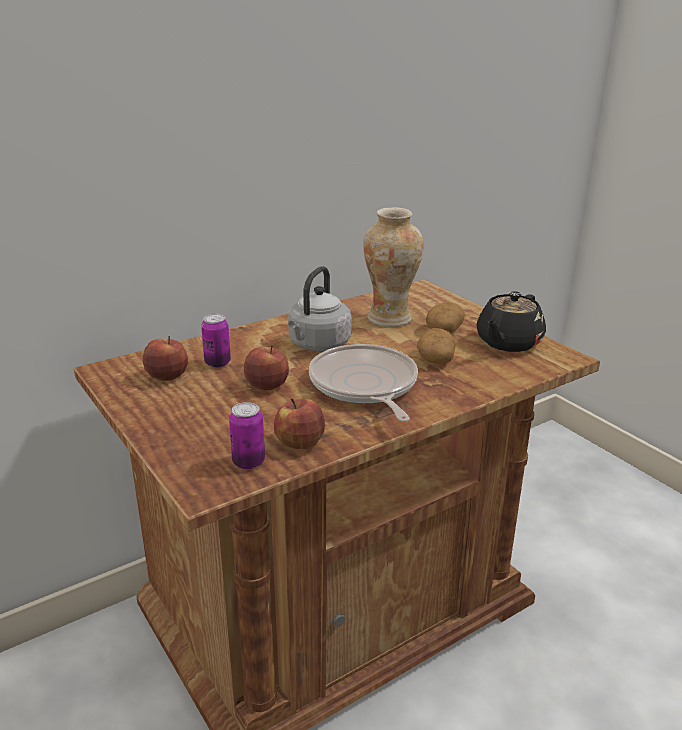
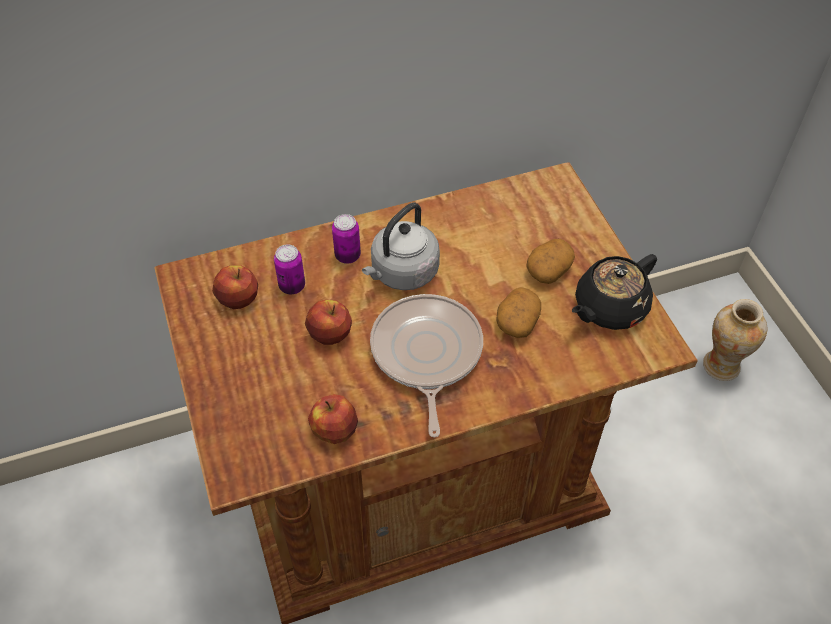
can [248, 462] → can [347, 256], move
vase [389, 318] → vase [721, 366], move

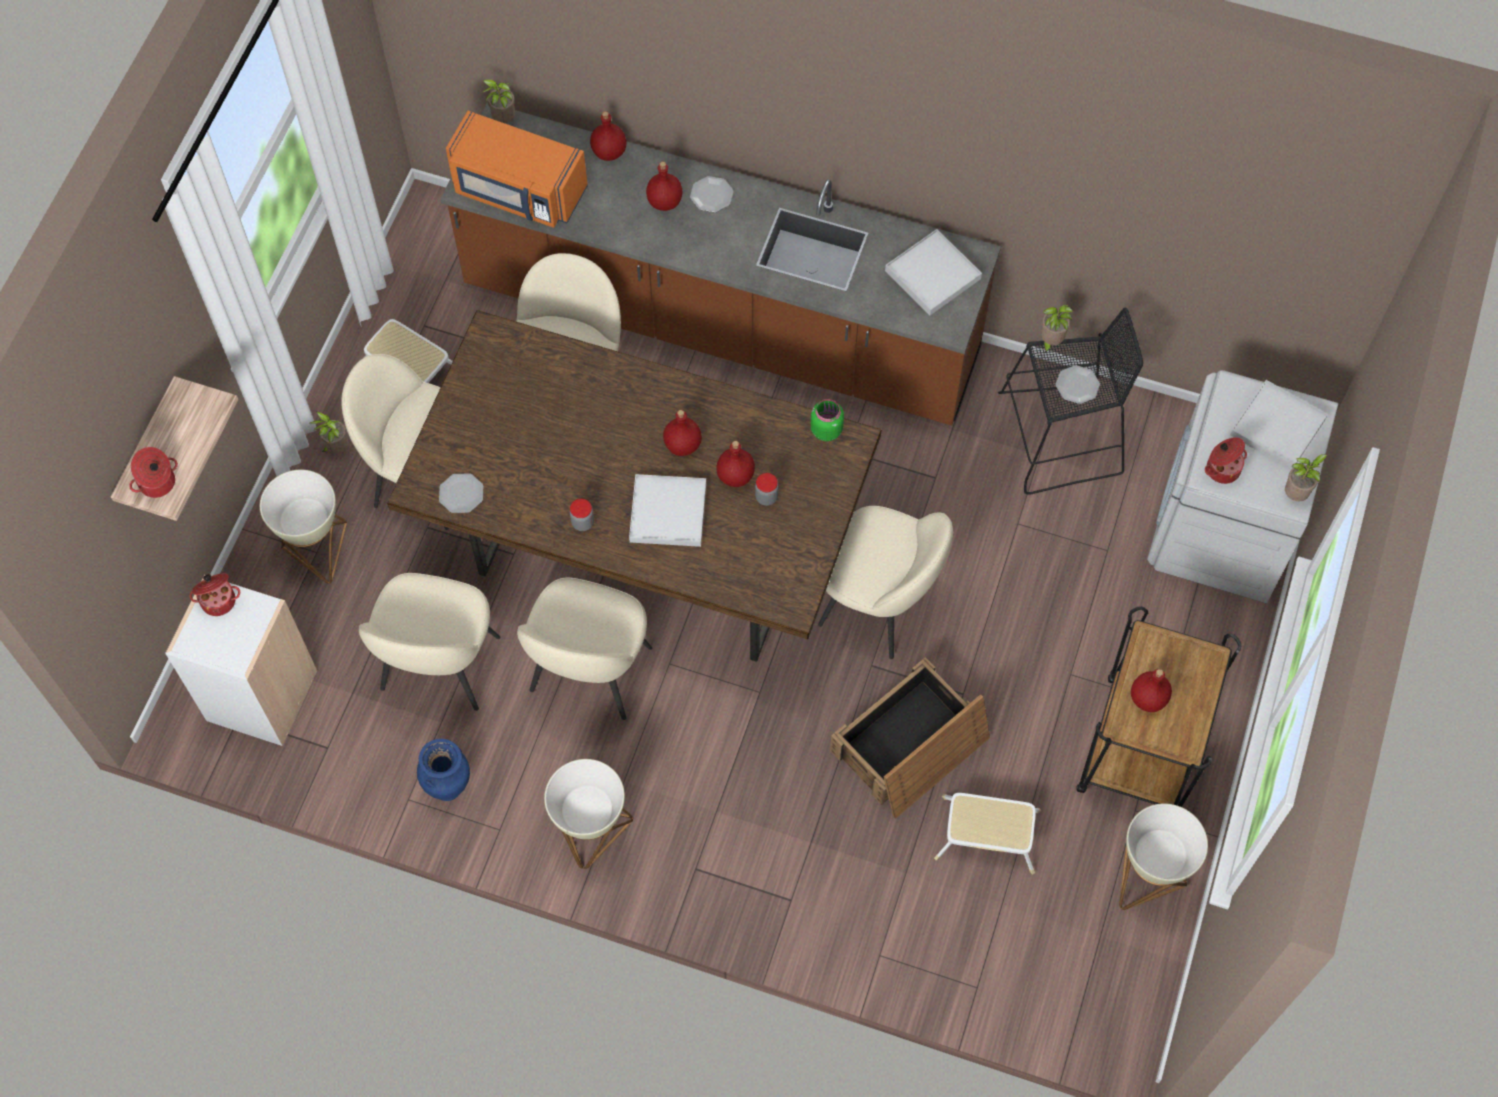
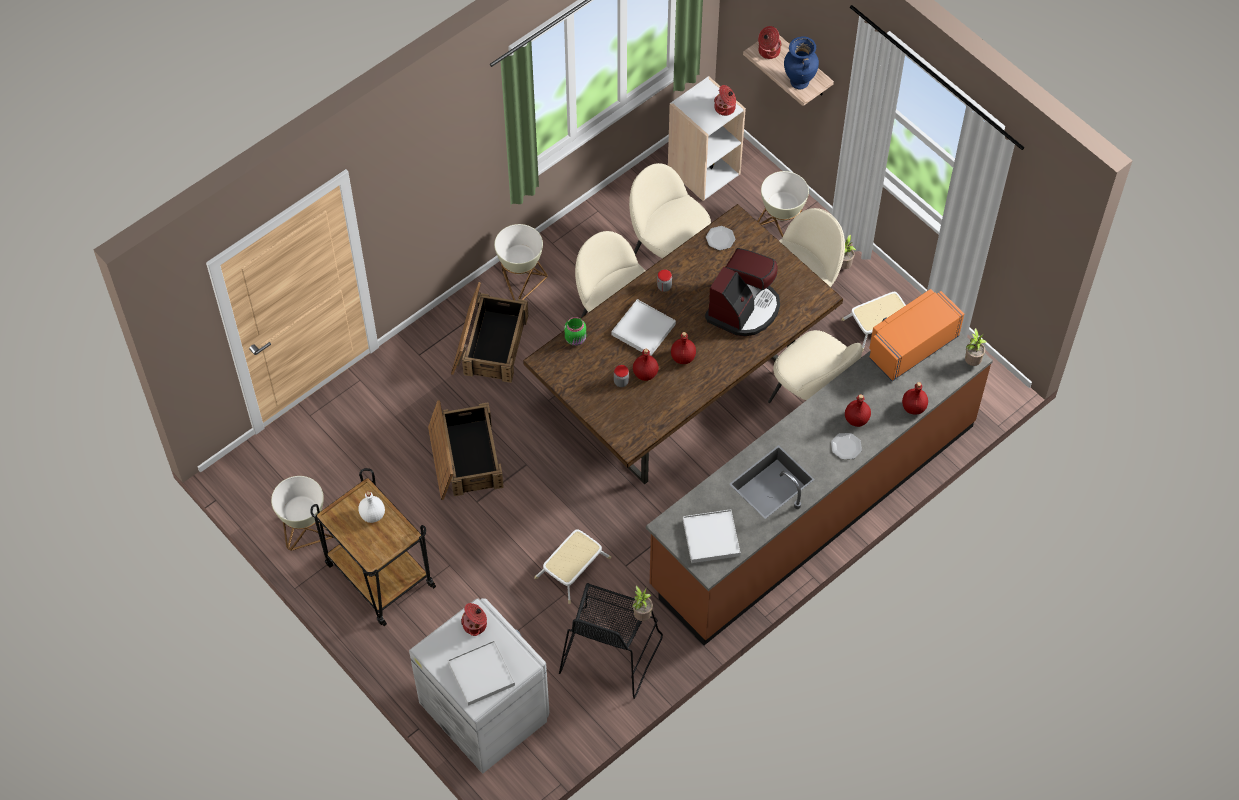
beige_chair [880, 603] → -
plate [1077, 386] → -
potted_plant [1296, 494] → -
- → crate [489, 343]
- → coffee_machine [743, 309]
blue_vase [449, 788] → blue_vase [798, 83], move
green_jar [826, 429] → green_jar [576, 339], move
beige_step_ladder [987, 835] → beige_step_ladder [572, 567], move
red_bottle [1147, 699] → white_bottle [372, 514]

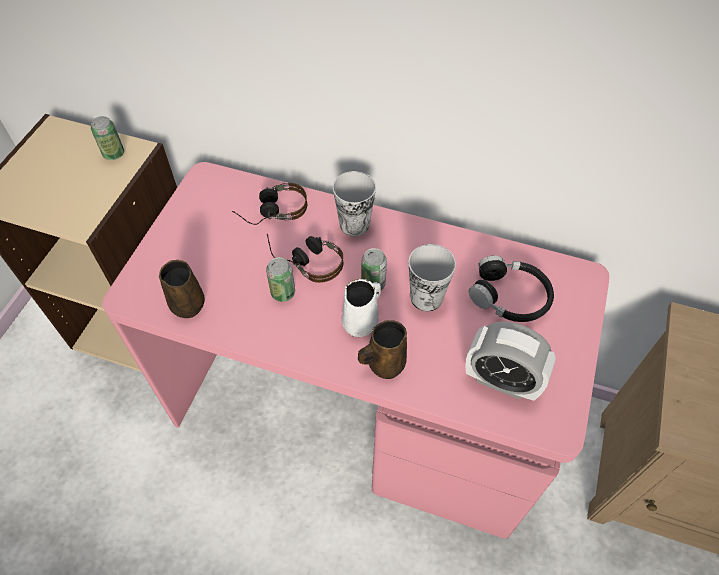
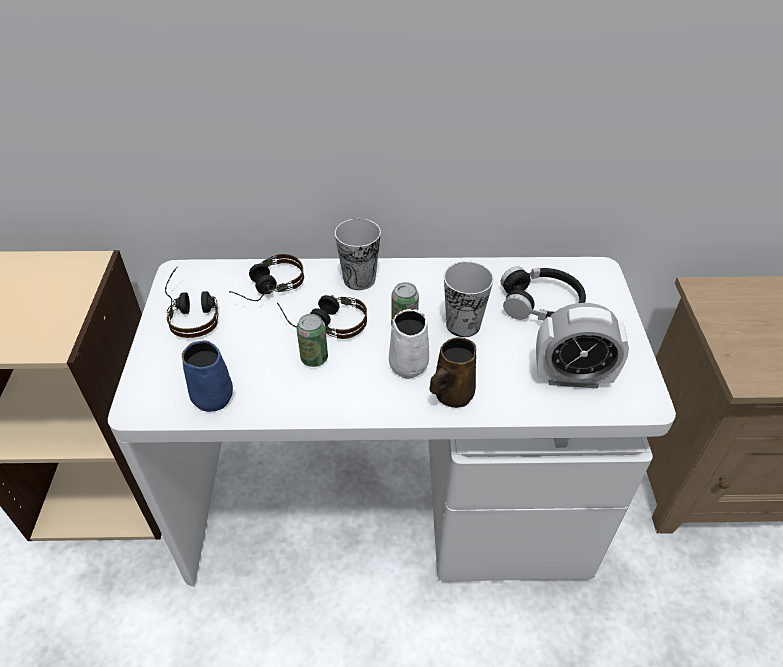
can [114, 154] → -
- → headphones [193, 311]
pink_desk [360, 407] → white_desk [391, 499]
brown_mug [188, 303] → blue_mug [212, 395]

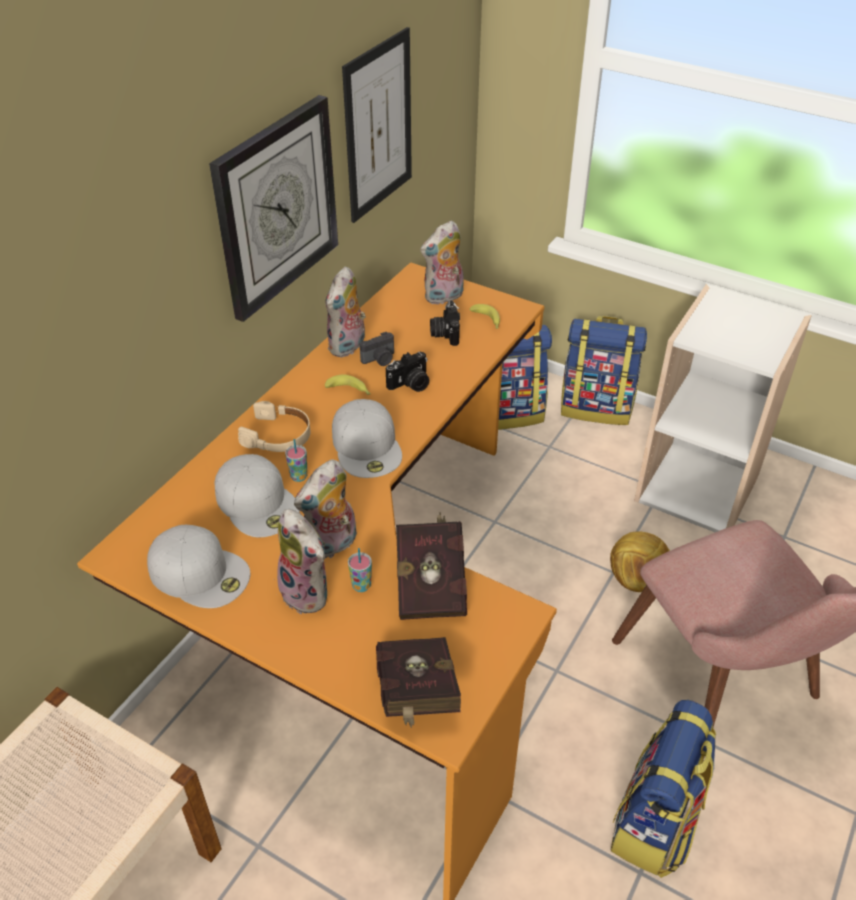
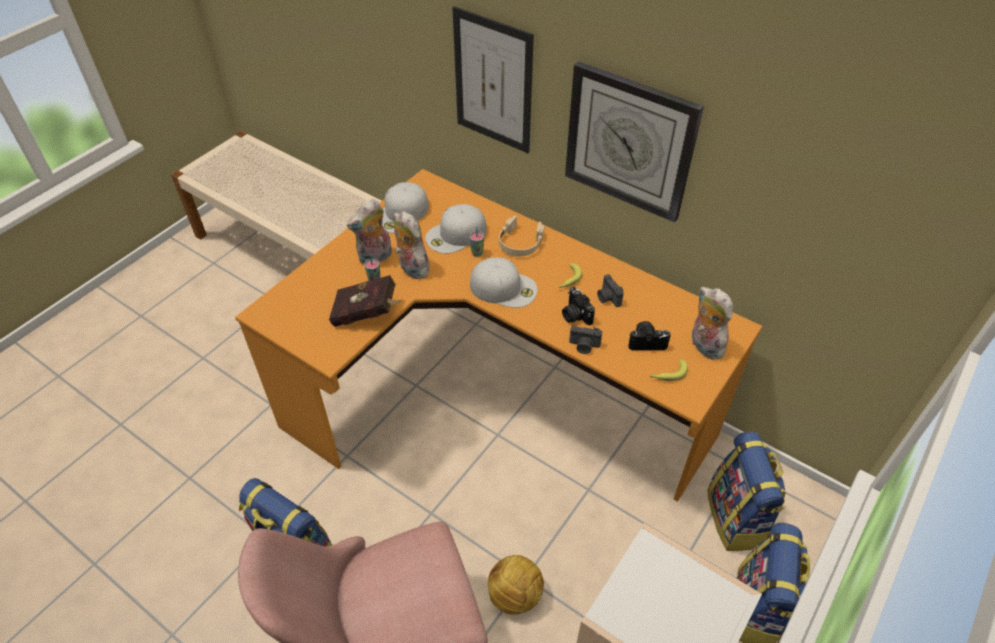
plush_toy [348, 347] → -
red_book [416, 697] → -
- → photo_camera [584, 346]
picture [378, 126] → picture [493, 82], move
white_cap [367, 446] → white_cap [504, 287], 150 degrees counterclockwise

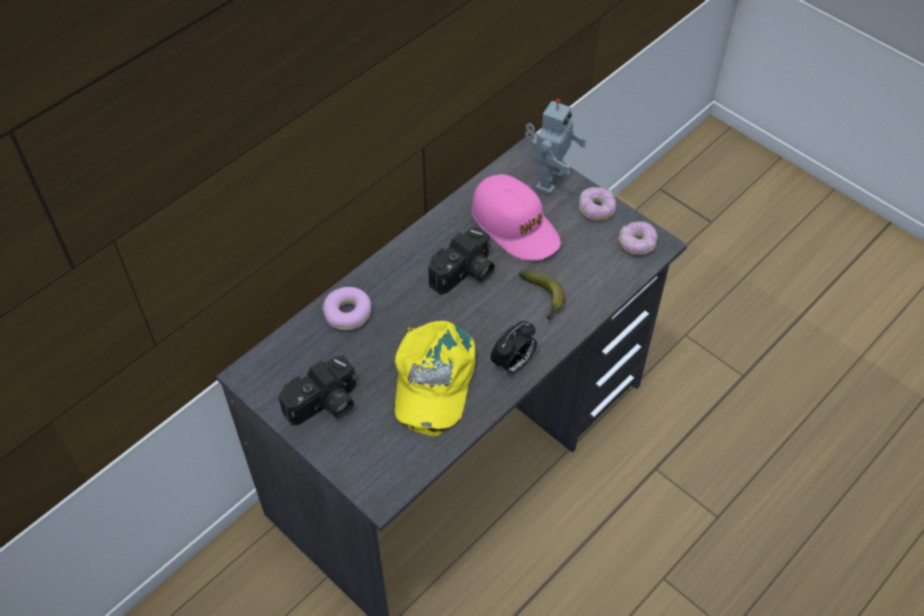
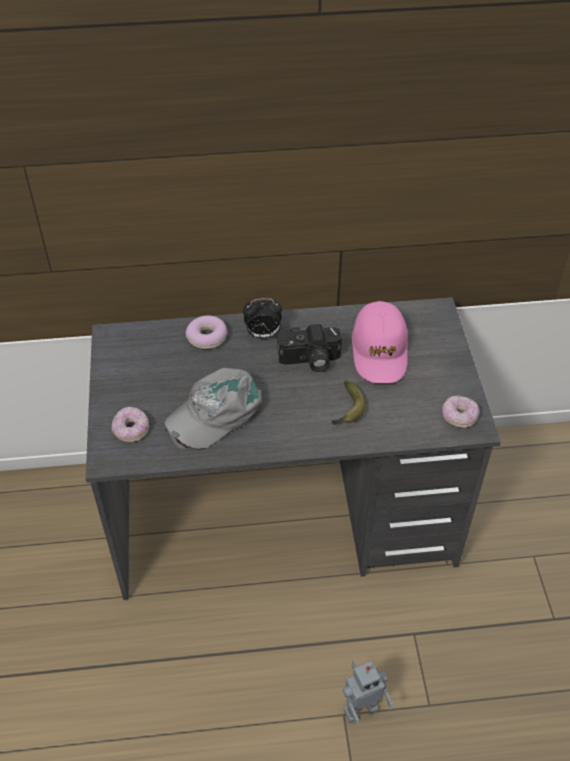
photo_camera [324, 405] → -
alarm_clock [513, 364] → alarm_clock [263, 335], move
toy_robot [548, 181] → toy_robot [360, 708], move
donut [596, 210] → donut [131, 430], move
yellow_cap [432, 380] → grey_cap [215, 412]

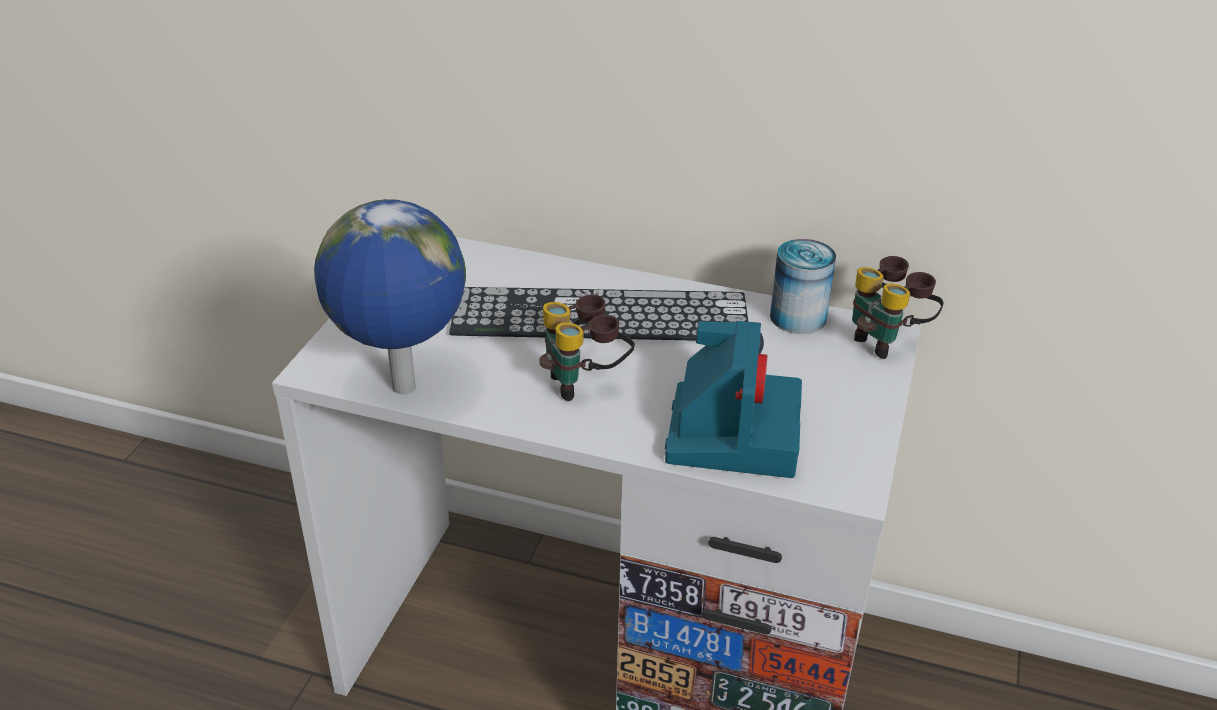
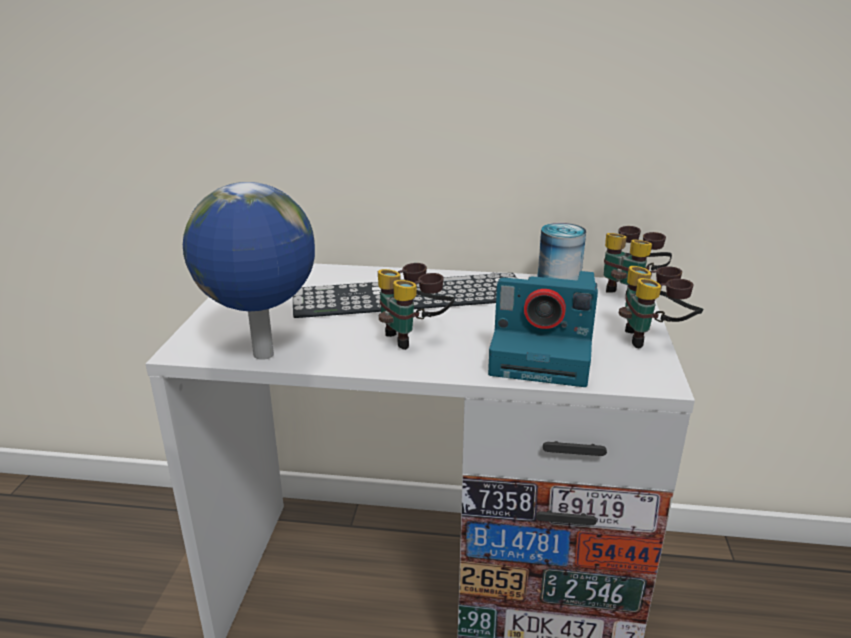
- → binoculars [654, 339]
photo_camera [732, 431] → photo_camera [544, 355], 105 degrees clockwise

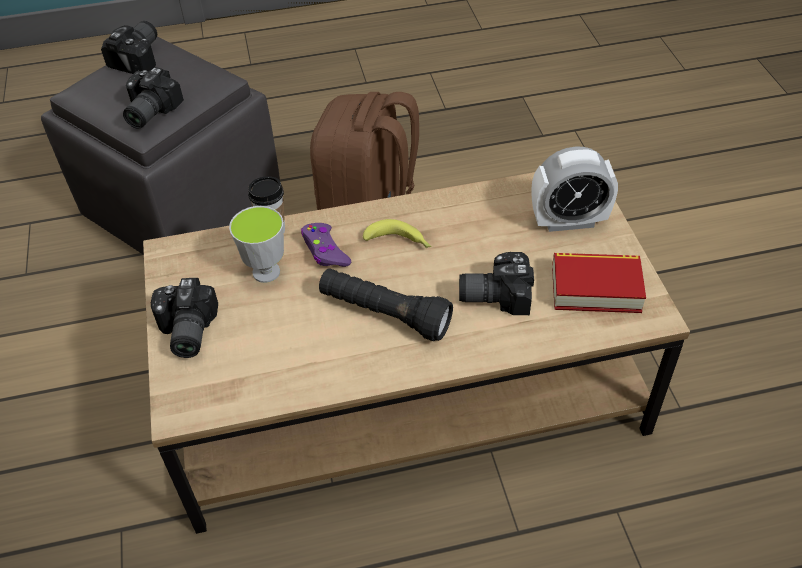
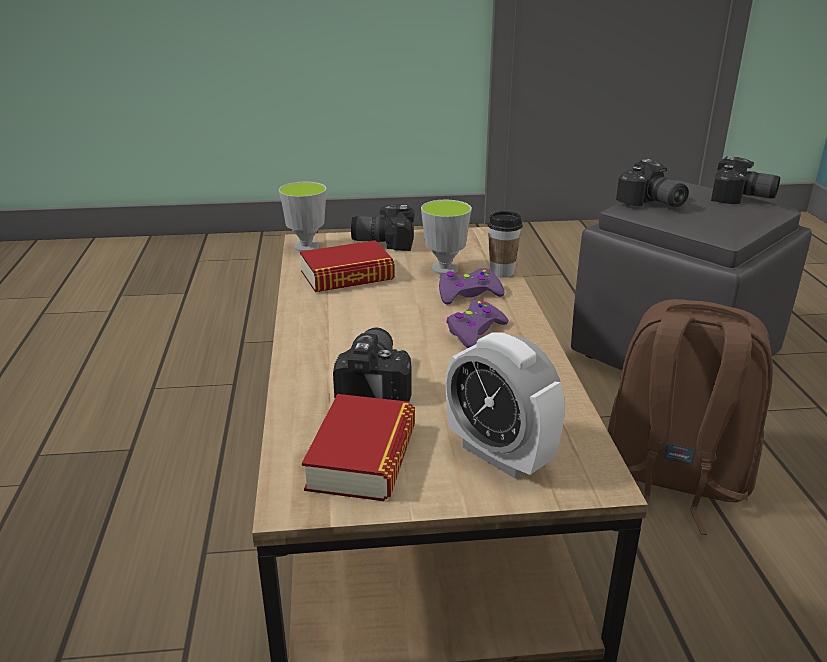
black_flashlight [384, 314] → -
- → cup [306, 247]
- → book [347, 276]
banana [399, 242] → purple_game_controller [475, 331]
photo_camera [148, 112] → photo_camera [651, 203], 150 degrees counterclockwise
alarm_clock [568, 221] → alarm_clock [499, 455], 45 degrees counterclockwise

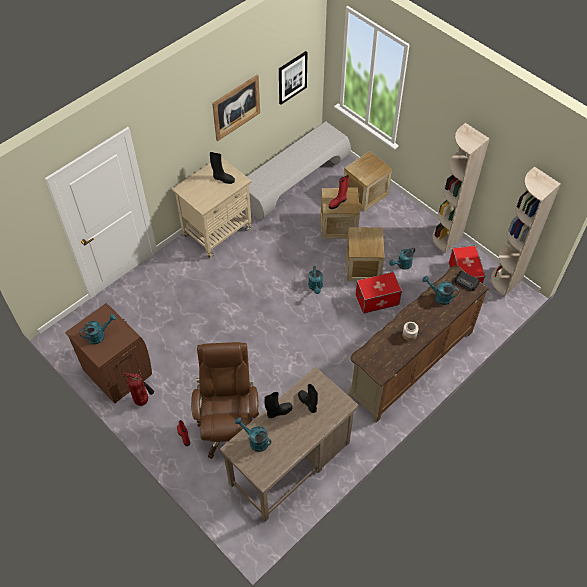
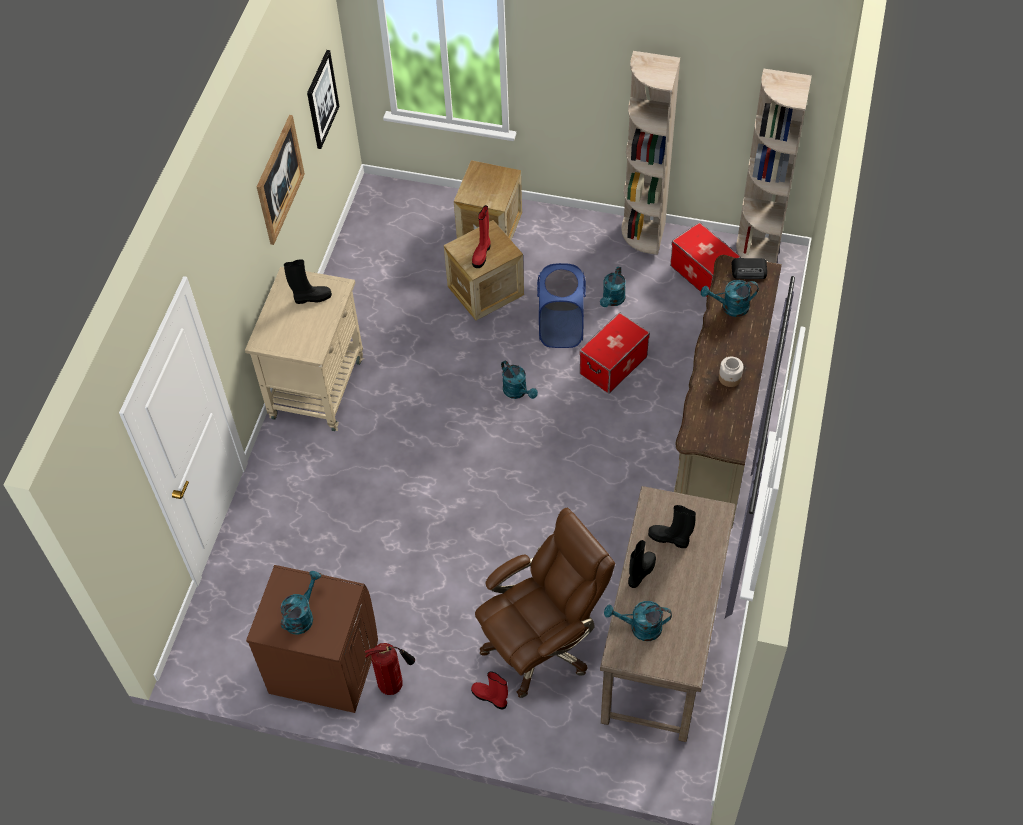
grey_bench [293, 179] → -
crate [363, 266] → blue_laundry_basket [561, 329]
brown_office_chair [229, 426] → brown_office_chair [543, 647], 90 degrees clockwise

